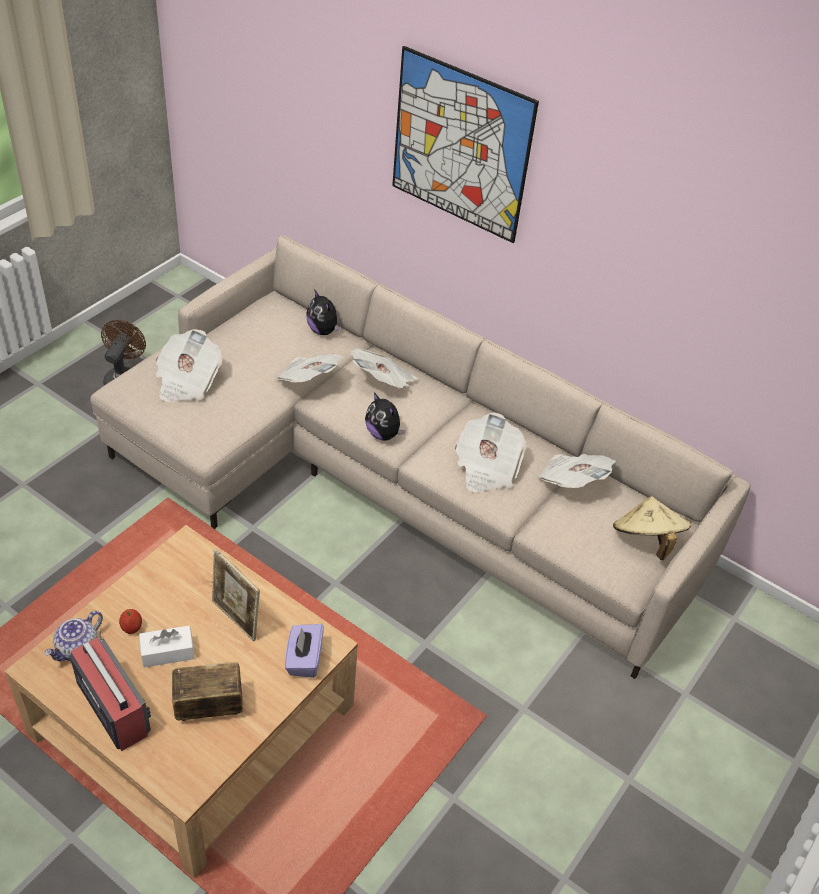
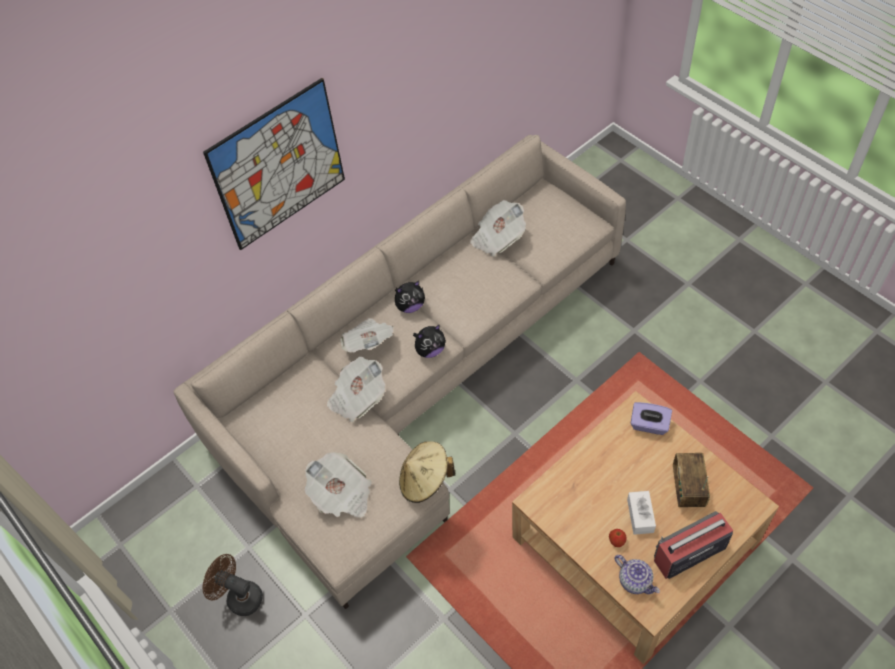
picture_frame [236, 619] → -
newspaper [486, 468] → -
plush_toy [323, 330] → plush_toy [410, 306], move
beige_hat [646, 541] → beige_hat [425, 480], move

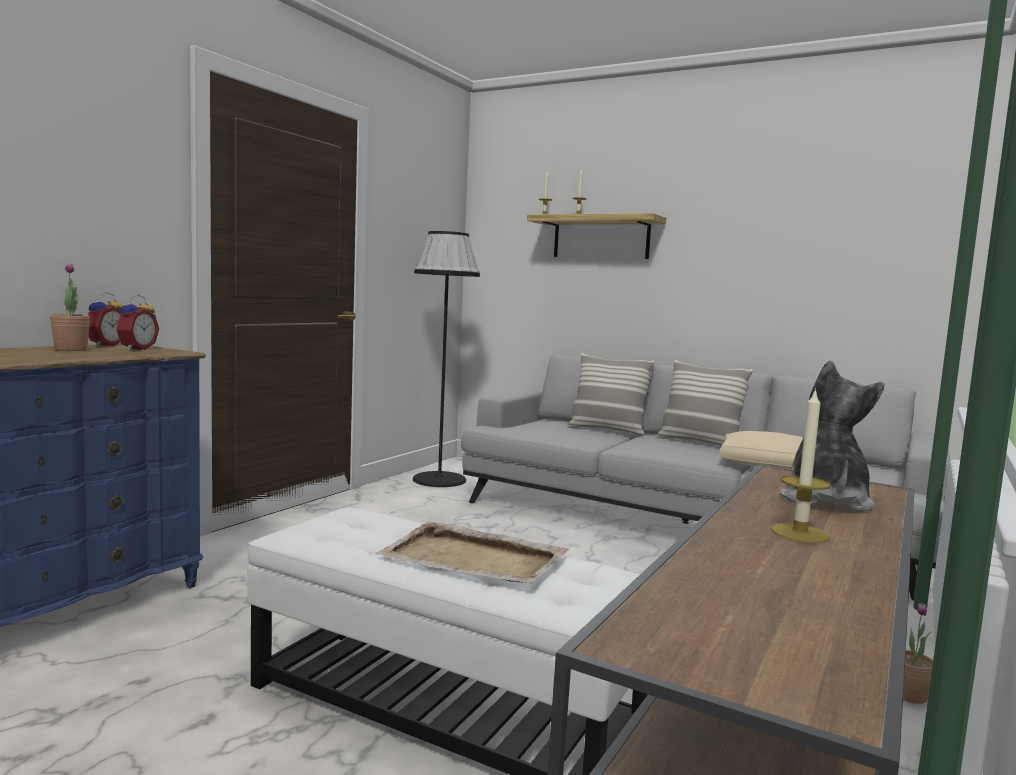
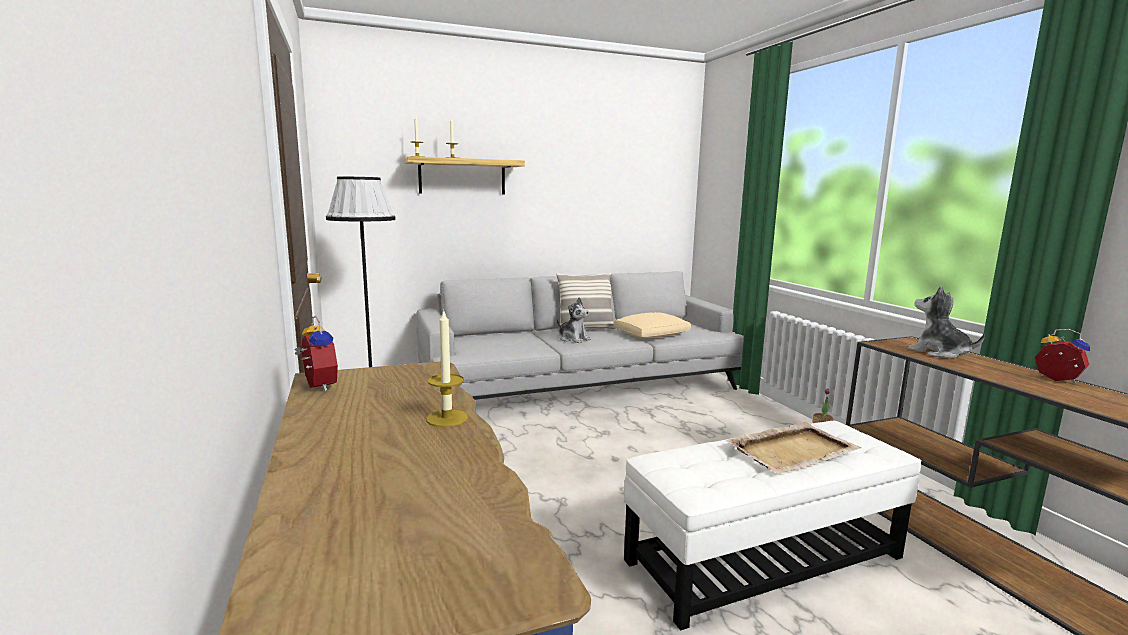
potted_plant [71, 349] → -
pillow [607, 430] → -
- → plush_toy [573, 339]
alarm_clock [135, 349] → alarm_clock [1056, 380], move
candle [800, 533] → candle [447, 418], move

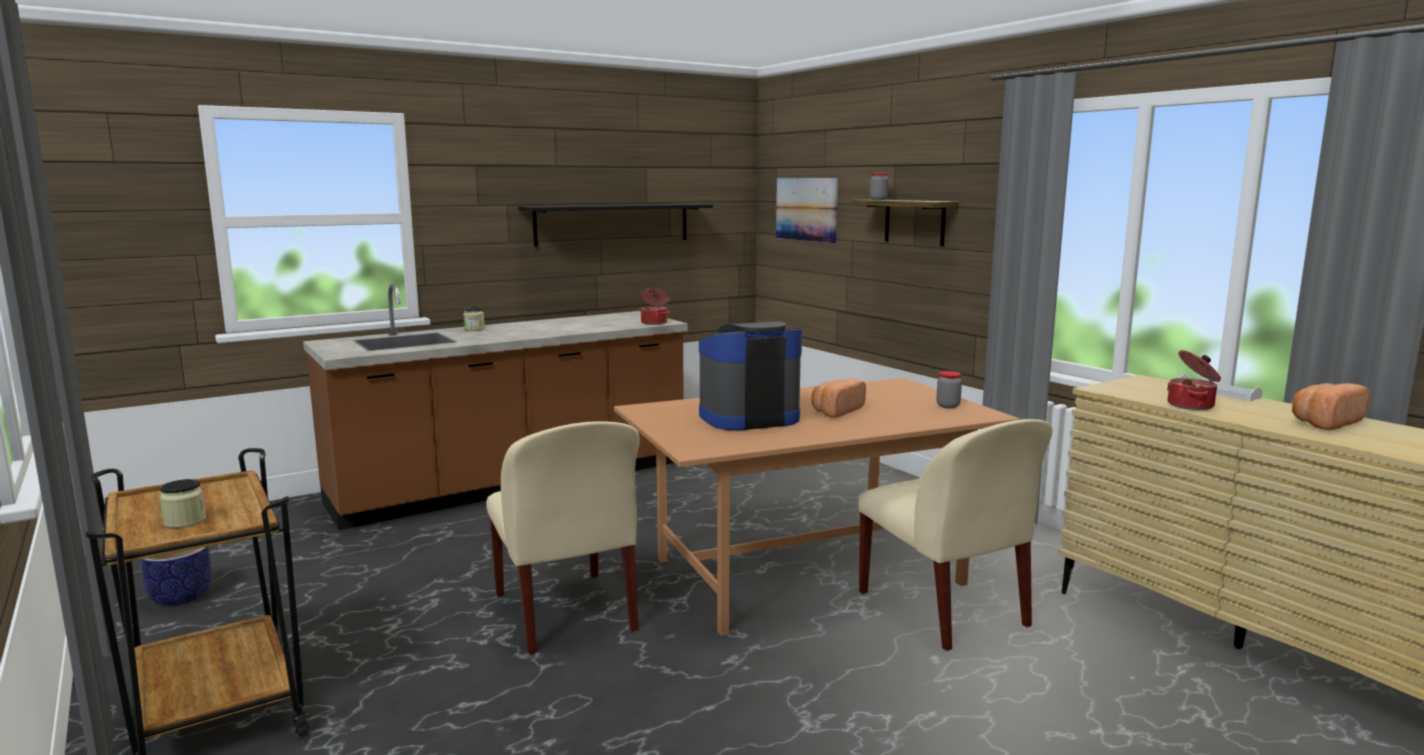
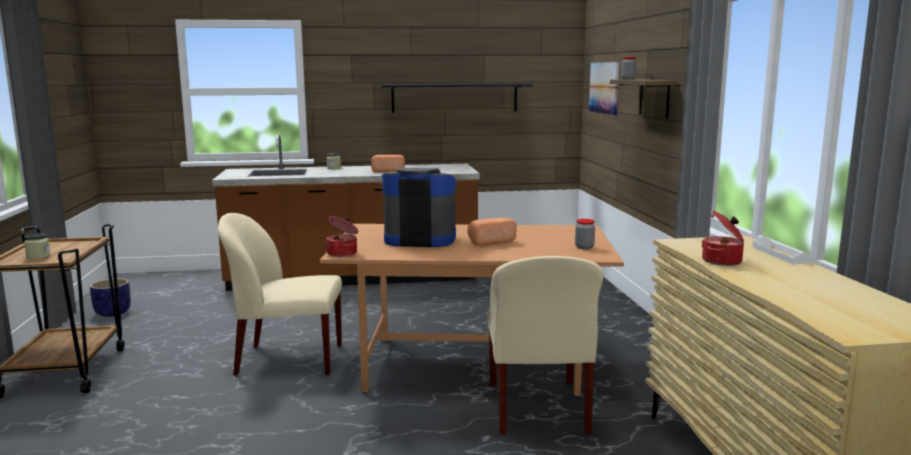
cooking_pot [654, 322] → cooking_pot [343, 253], move
bread [1324, 423] → bread [388, 171], move
beige_chair [566, 614] → beige_chair [287, 359], 90 degrees clockwise

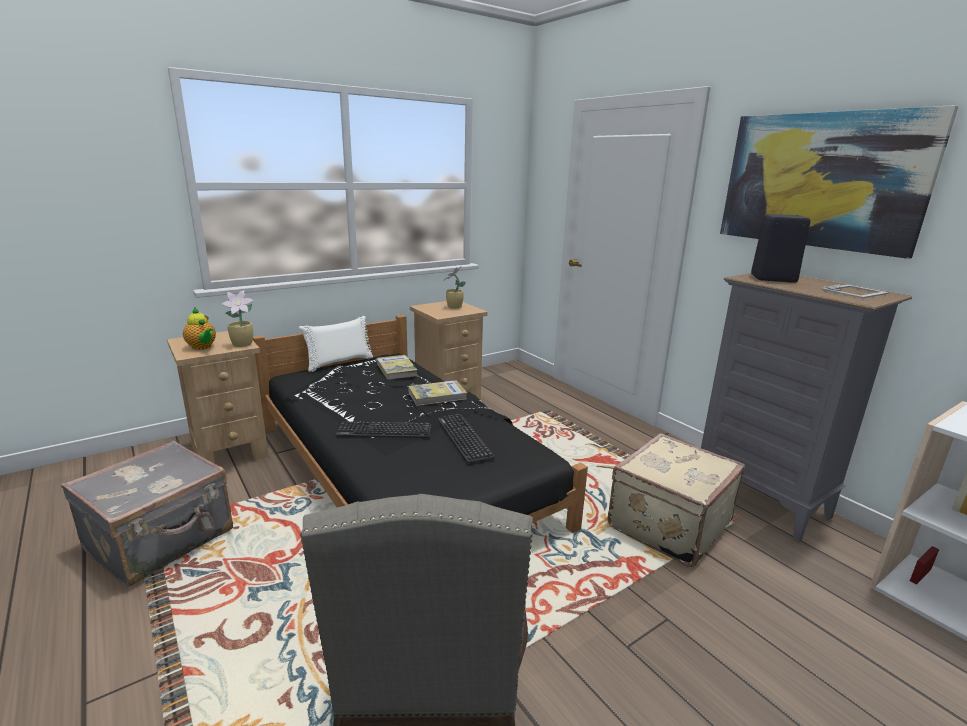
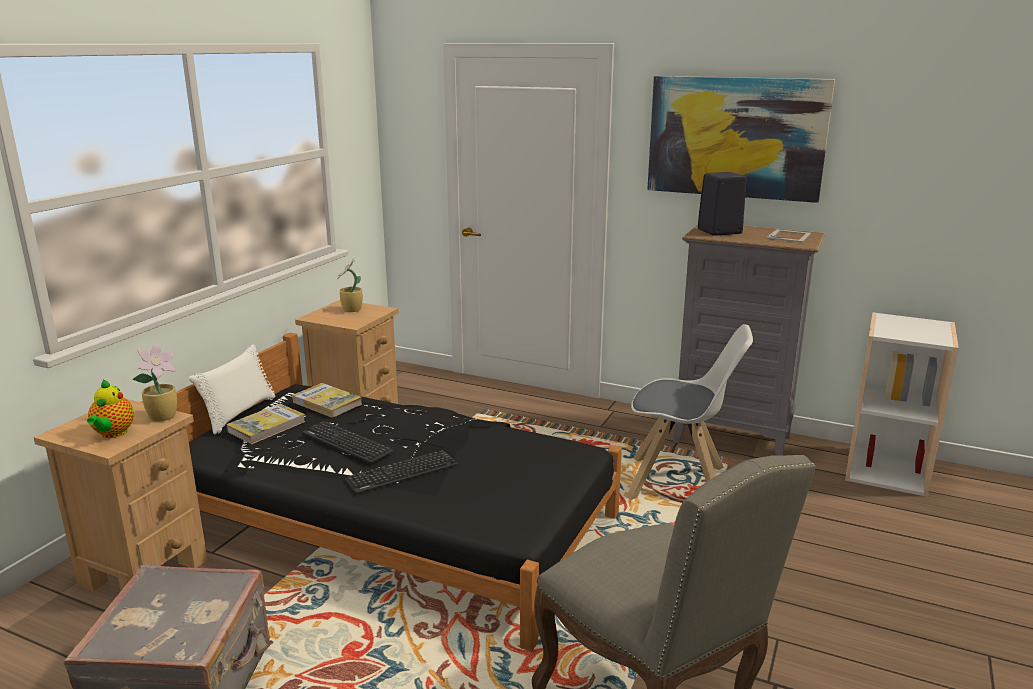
book [437, 395] → book [266, 426], move
keyboard [464, 438] → keyboard [346, 442], move
beige_suitcase [666, 524] → chair [680, 484]
teapot [202, 347] → teapot [113, 434], 75 degrees clockwise

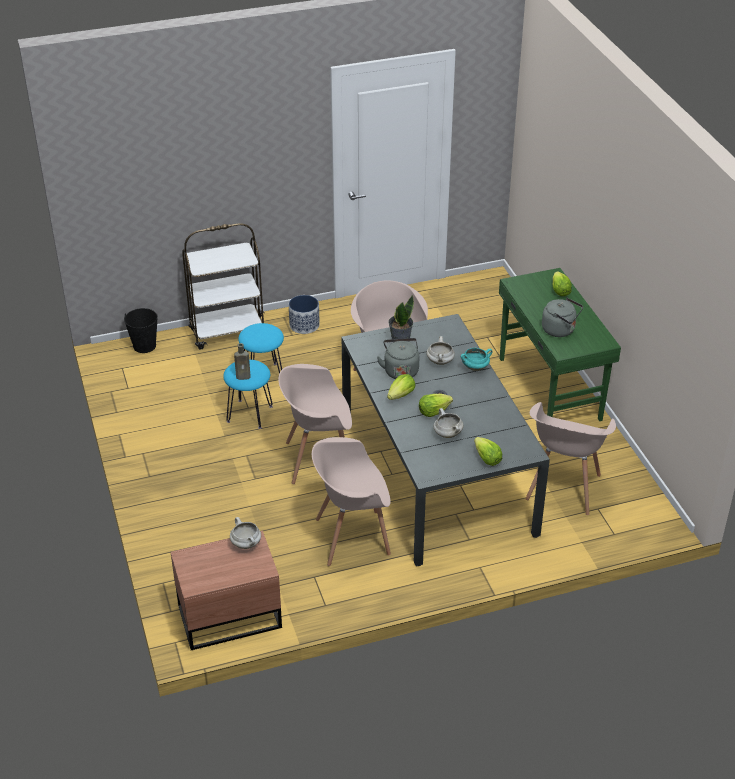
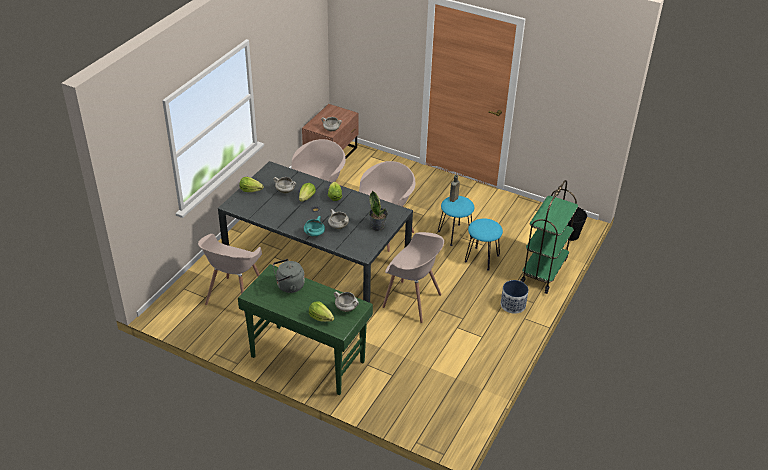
grey_kettle [400, 370] → -
- → white_cooking_pot [346, 308]
white_cart [228, 333] → green_cart [544, 271]
beige_chair [563, 488] → beige_chair [235, 297], 135 degrees counterclockwise

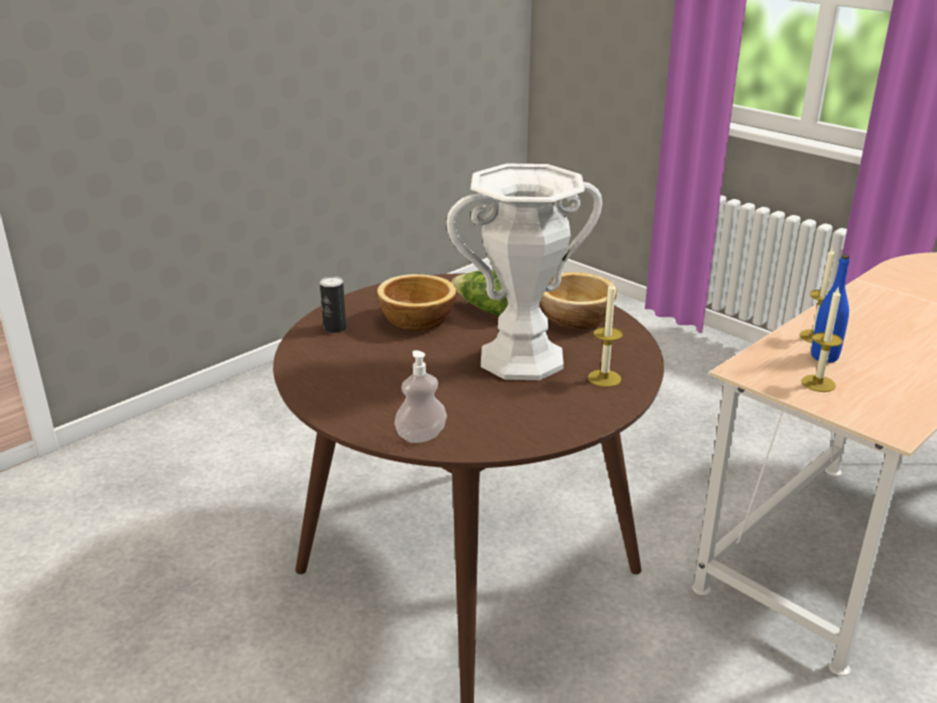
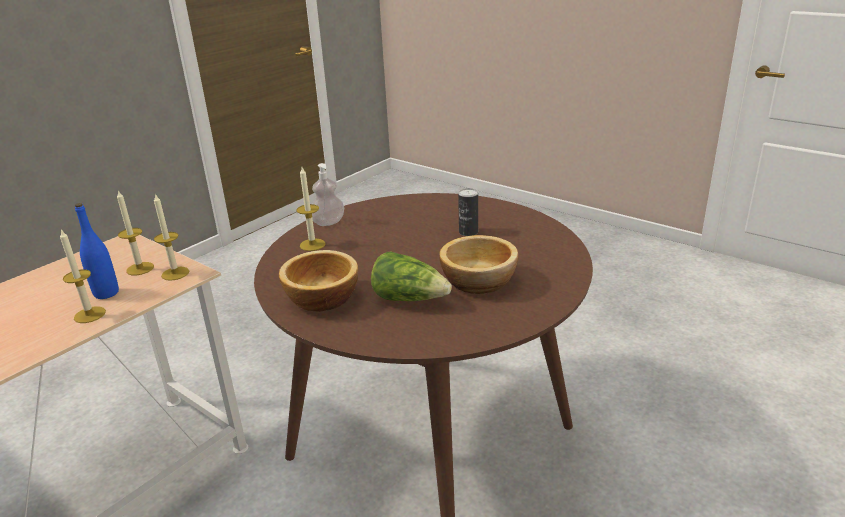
white_vase [521, 359] → -
- → candle [175, 273]
can [334, 328] → can [468, 232], move
soap_dispenser [421, 436] → soap_dispenser [328, 222], move

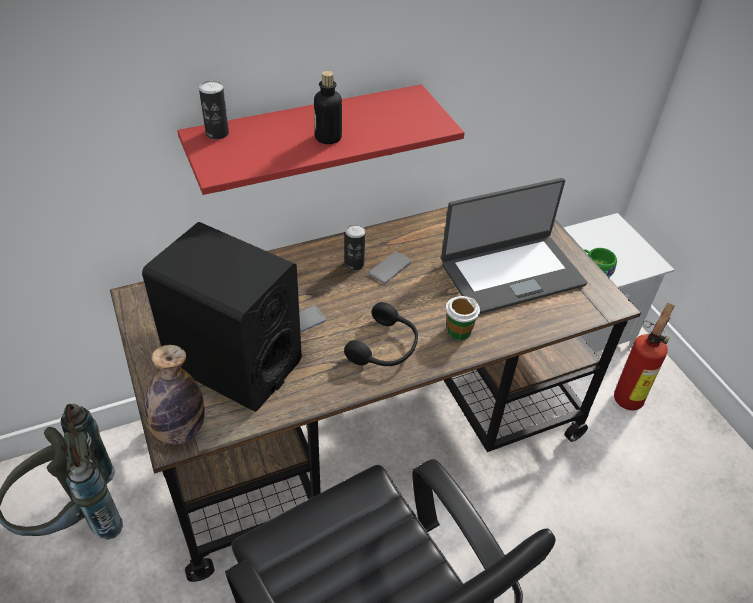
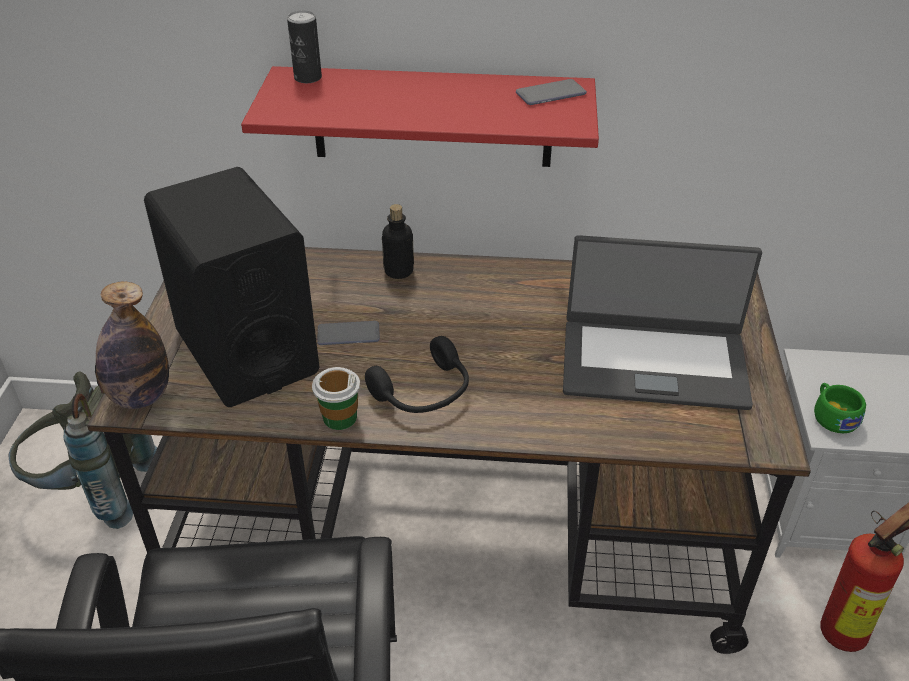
can [354, 264] → -
bottle [328, 137] → bottle [399, 271], move
phone [390, 268] → phone [550, 94], move
cup [458, 331] → cup [339, 417], move

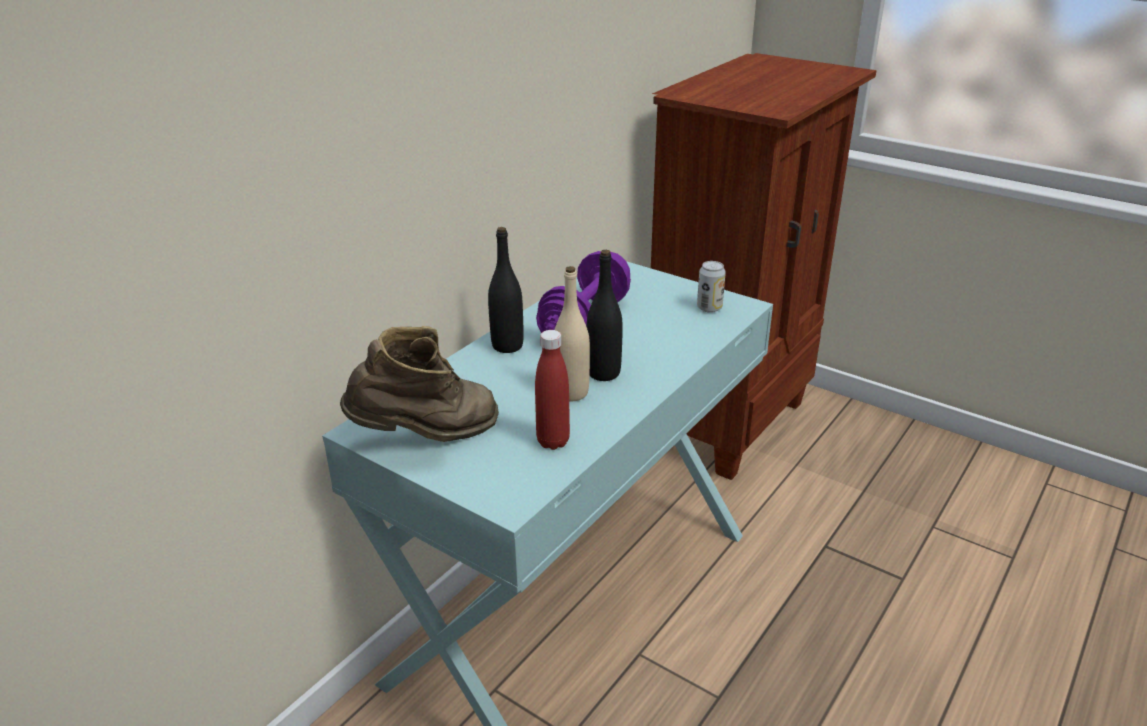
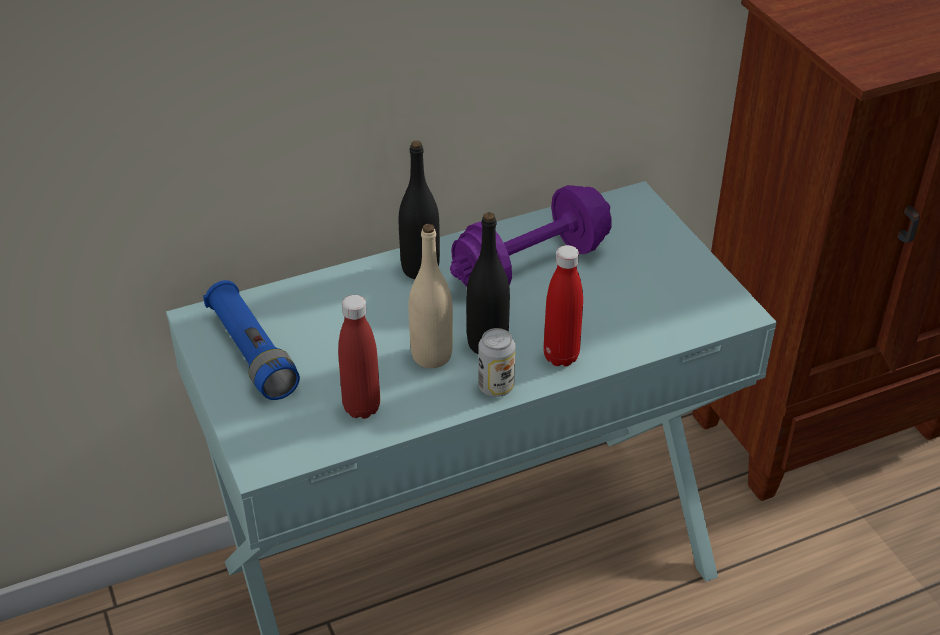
- → red_bottle [561, 356]
can [709, 308] → can [496, 387], move
brown_boot [427, 437] → blue_flashlight [252, 353]

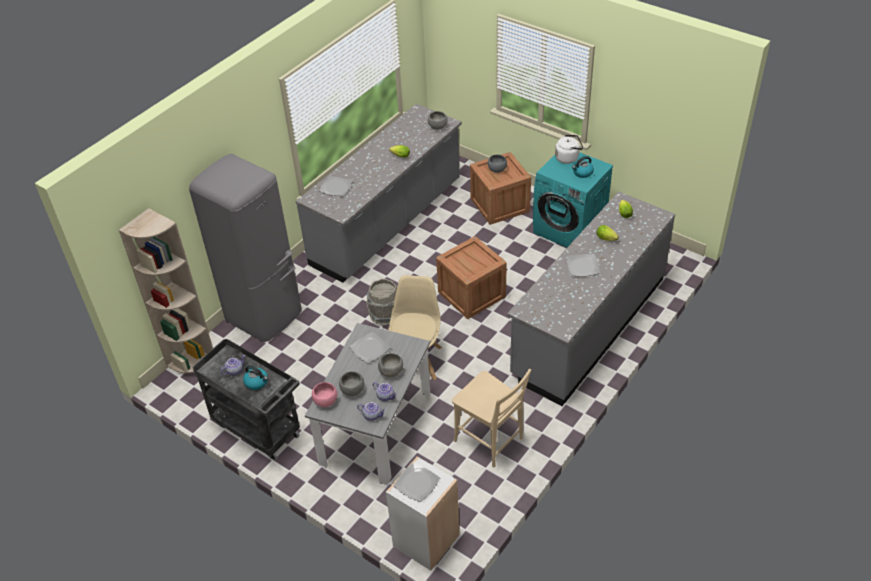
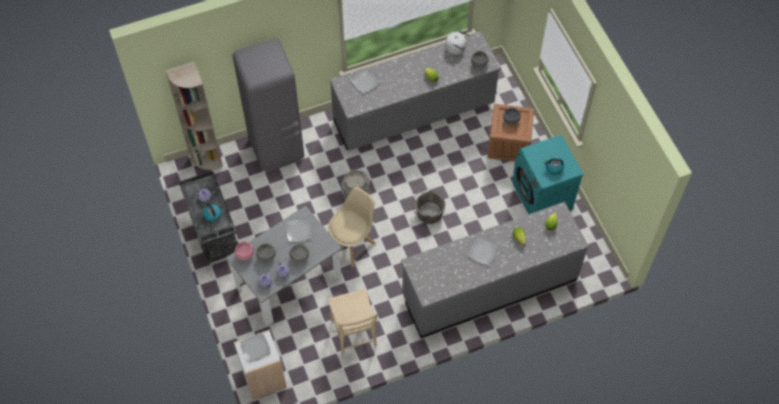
white_kettle [568, 158] → white_kettle [456, 48], move
crate [471, 294] → grey_bucket [428, 212]

